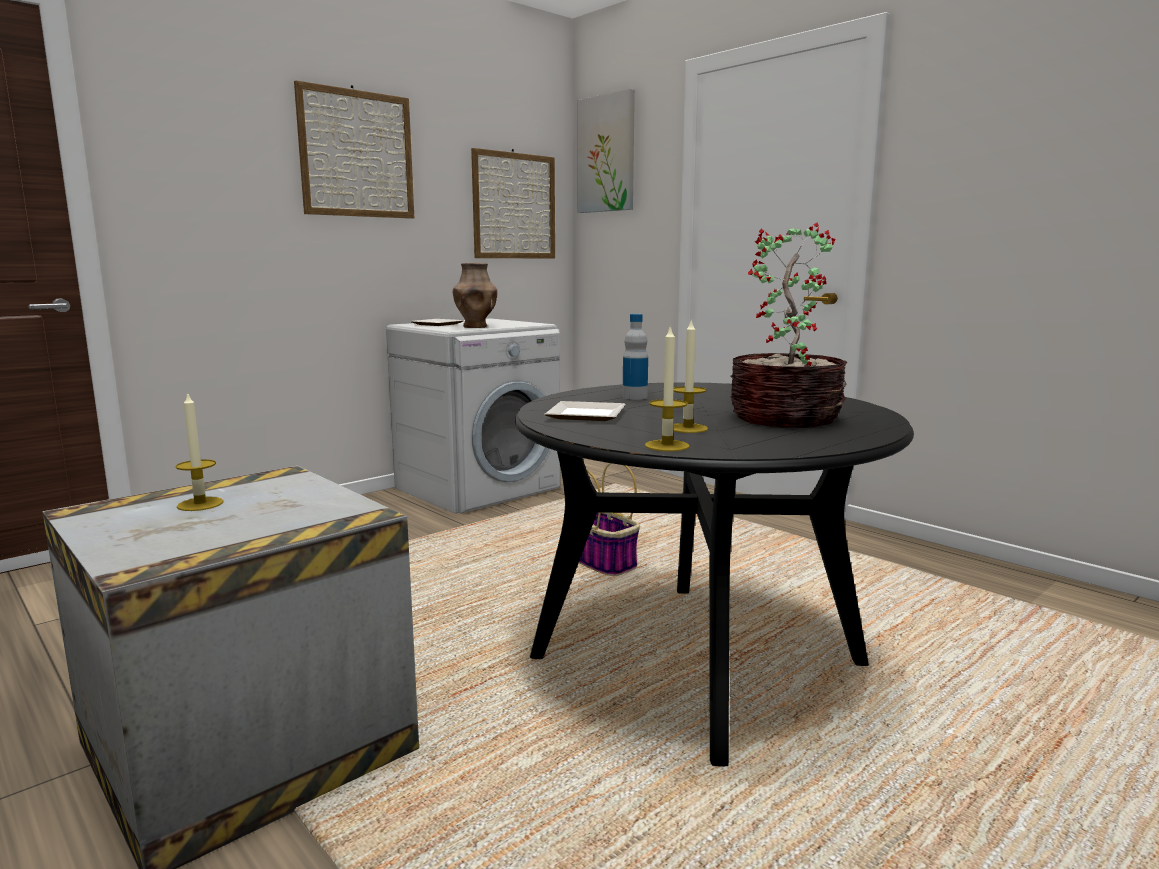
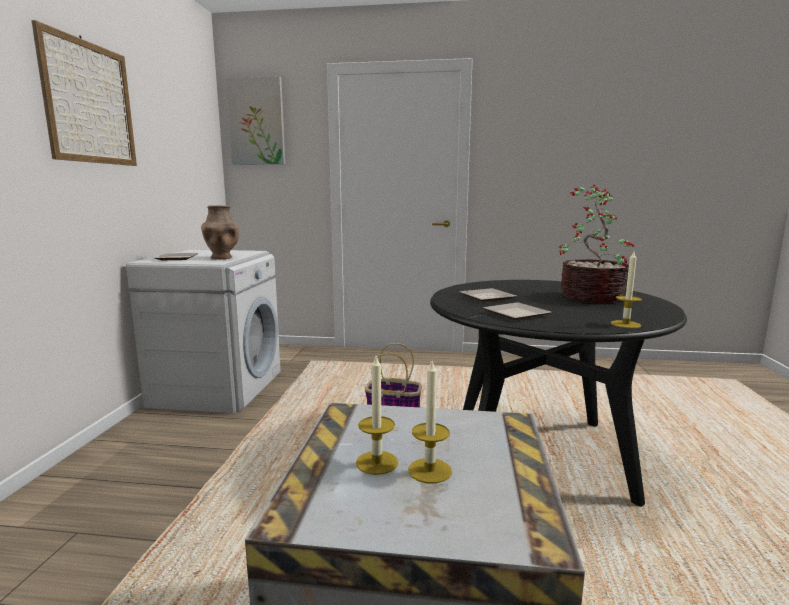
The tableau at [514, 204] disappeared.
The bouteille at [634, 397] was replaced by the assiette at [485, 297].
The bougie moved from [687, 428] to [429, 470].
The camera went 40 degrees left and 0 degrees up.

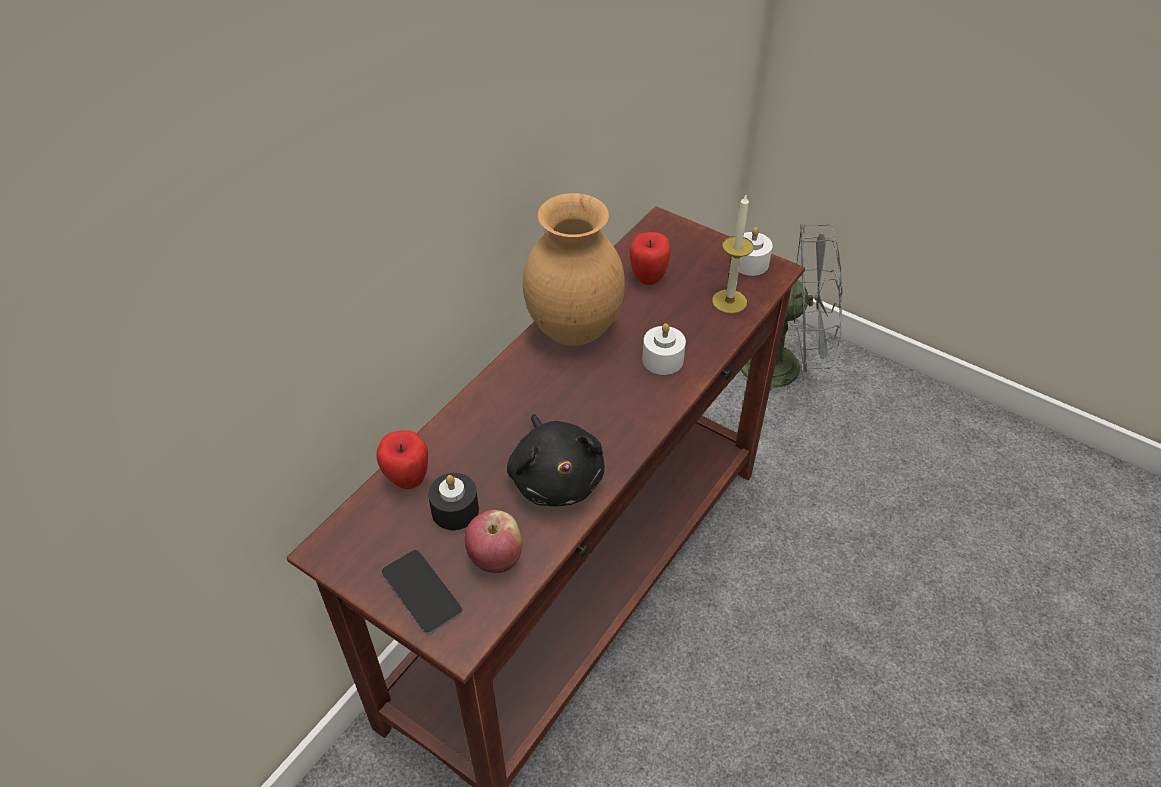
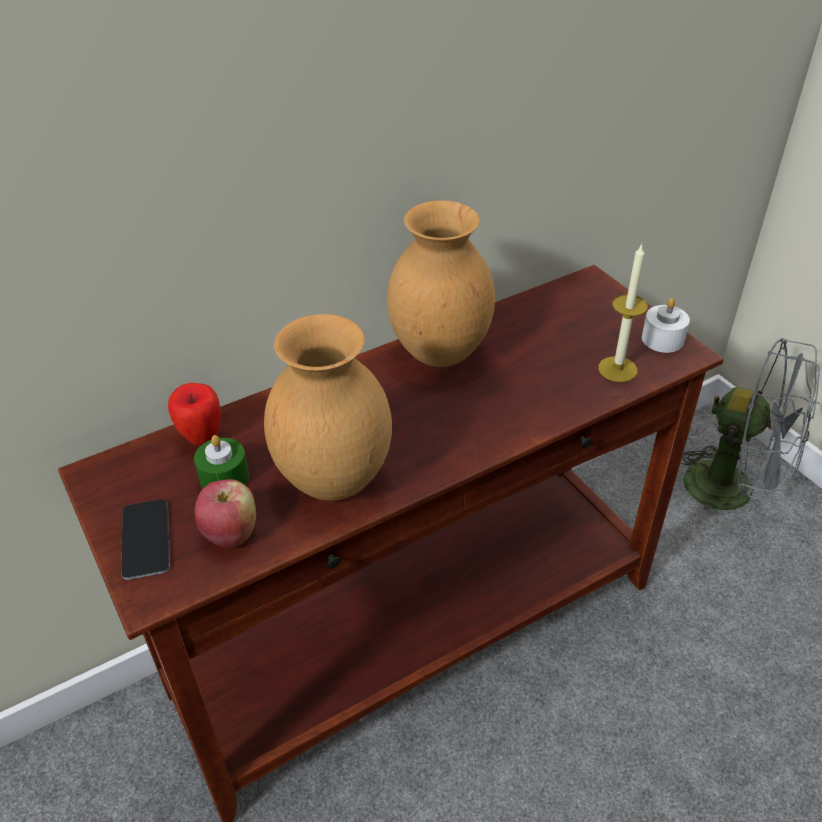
The bougie [noir] at [455, 510] became the bougie [vert] at [224, 477].
The peluche [noir] at [556, 478] was replaced by the vase [marron] at [336, 479].
The pomme at [648, 278] disappeared.
The bougie [blanc] at [662, 359] disappeared.
The camera went 25 degrees right and 5 degrees down.

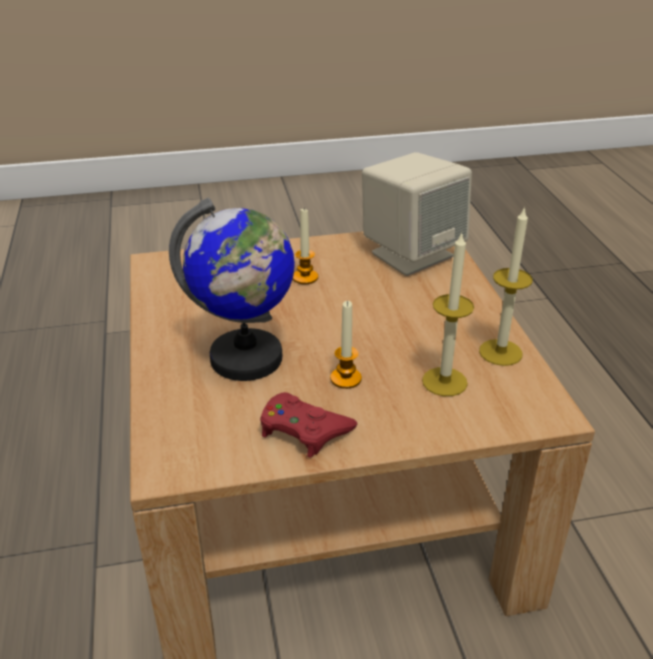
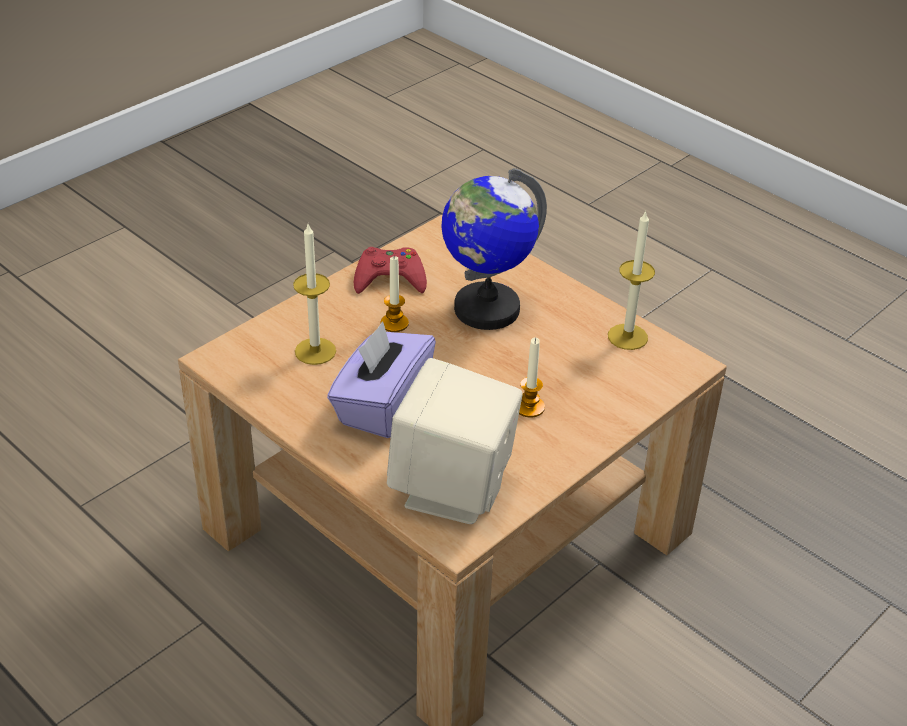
The bougie moved from [500, 352] to [627, 337].
The boîte à mouchoirs [violet] at [382, 405] appeared.
The camera went 145 degrees right and 5 degrees up.

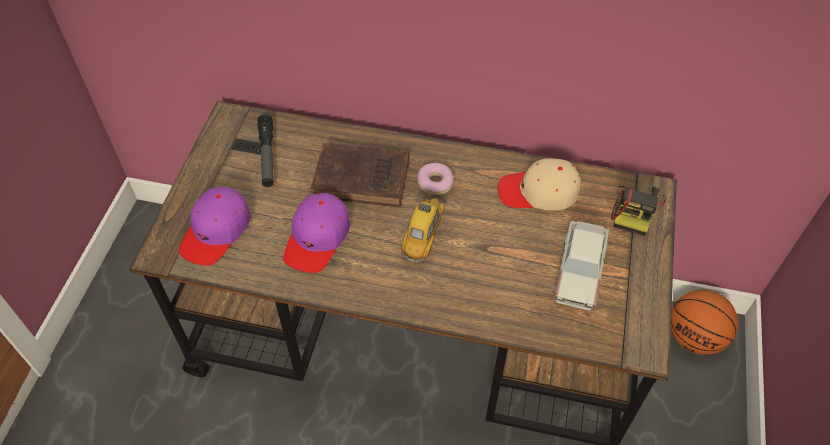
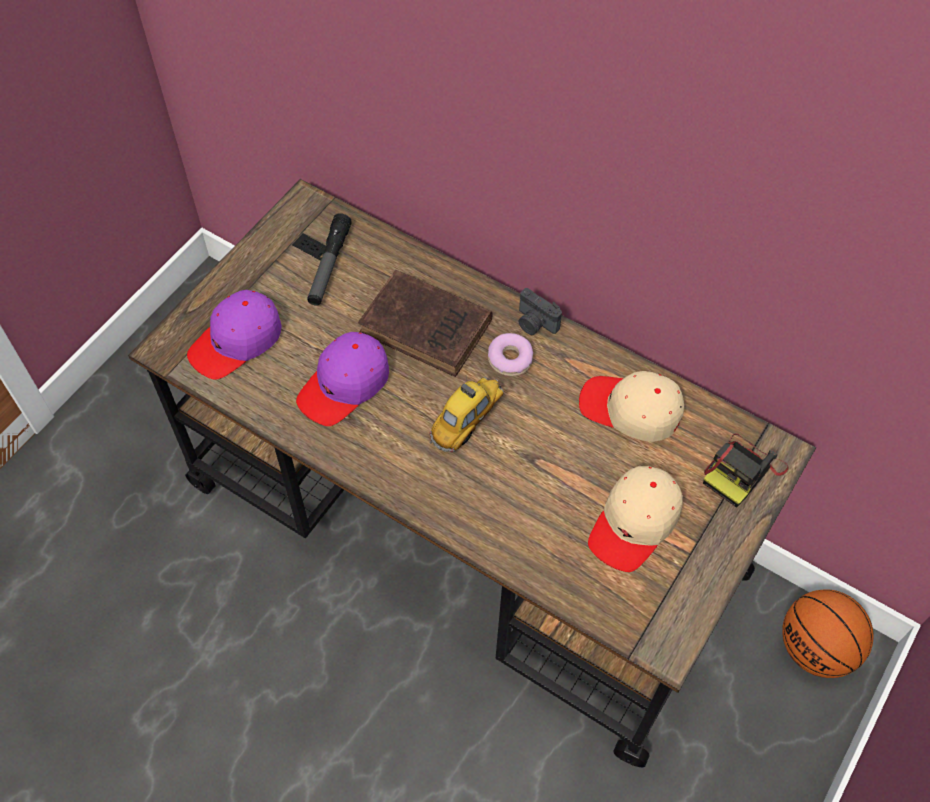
The petite voiture at [579, 270] was replaced by the casquette [beige] at [635, 523].
The appareil photo at [534, 323] appeared.
The camera went 20 degrees right and 5 degrees up.

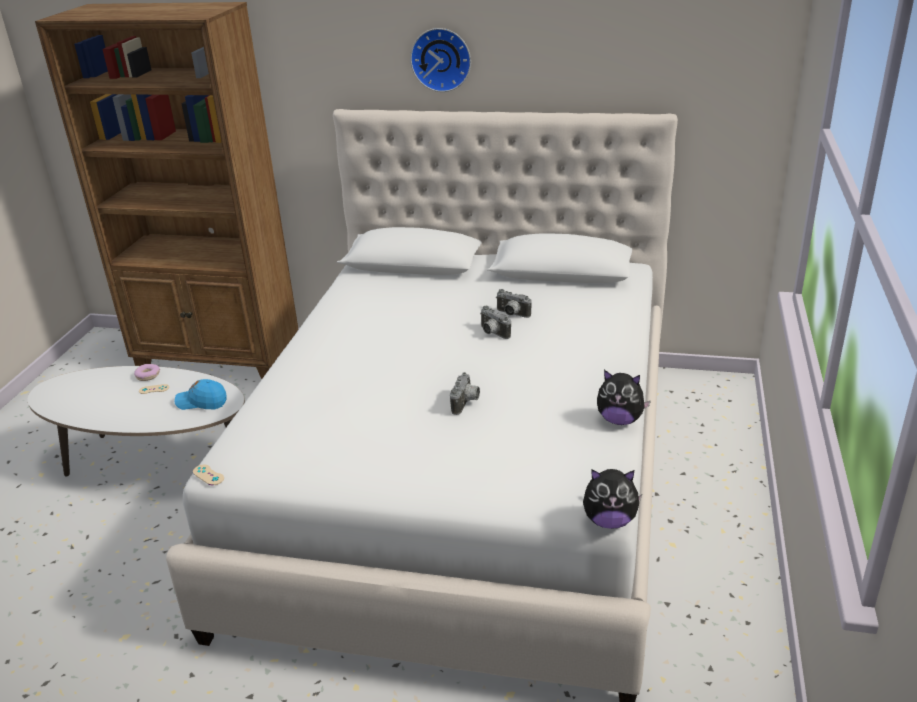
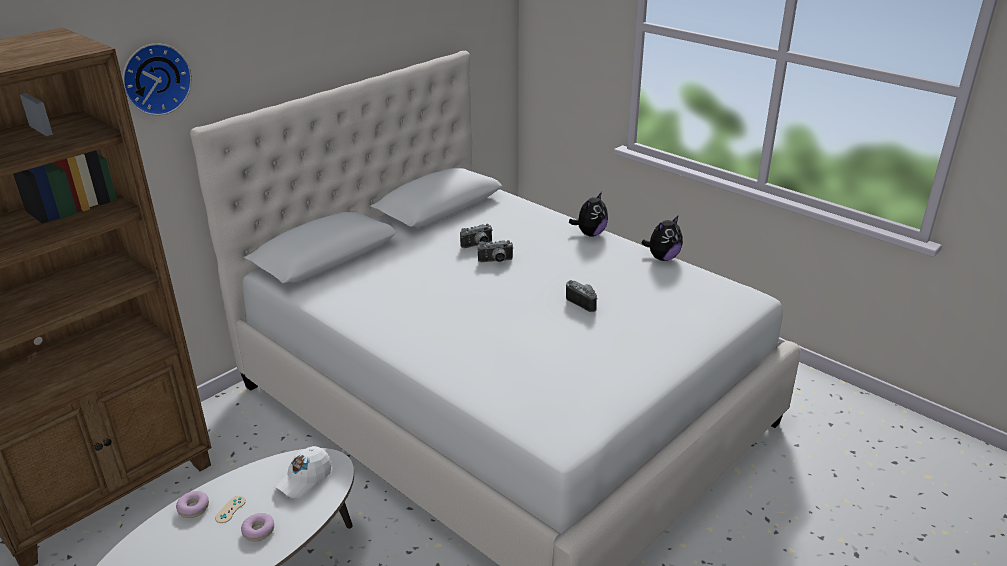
The casquette [bleu] at [202, 402] became the casquette [blanc] at [304, 479].
The manette [beige] at [208, 475] disappeared.
The horloge murale moved from [441, 59] to [155, 78].
The peluche moved from [609, 521] to [590, 234].
The beignet at [258, 531] appeared.
The camera went 60 degrees left and 0 degrees up.

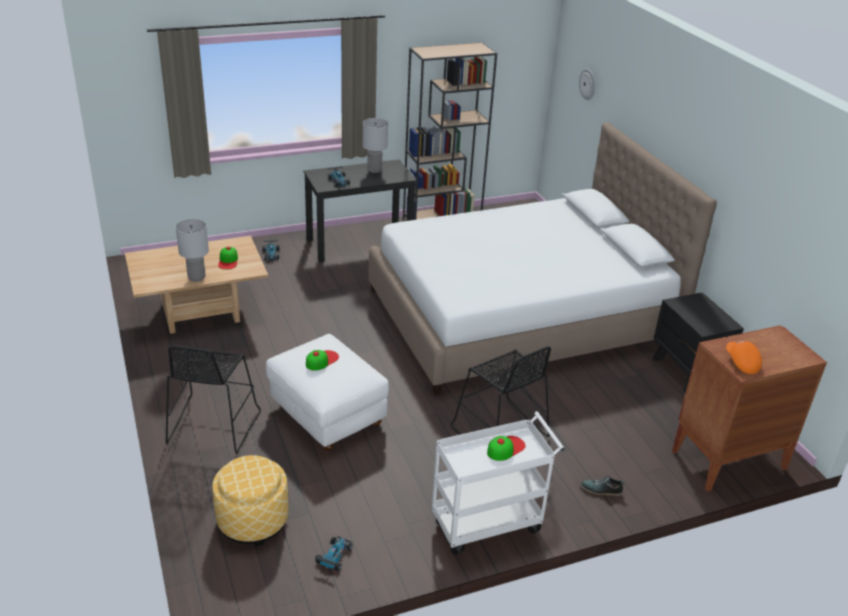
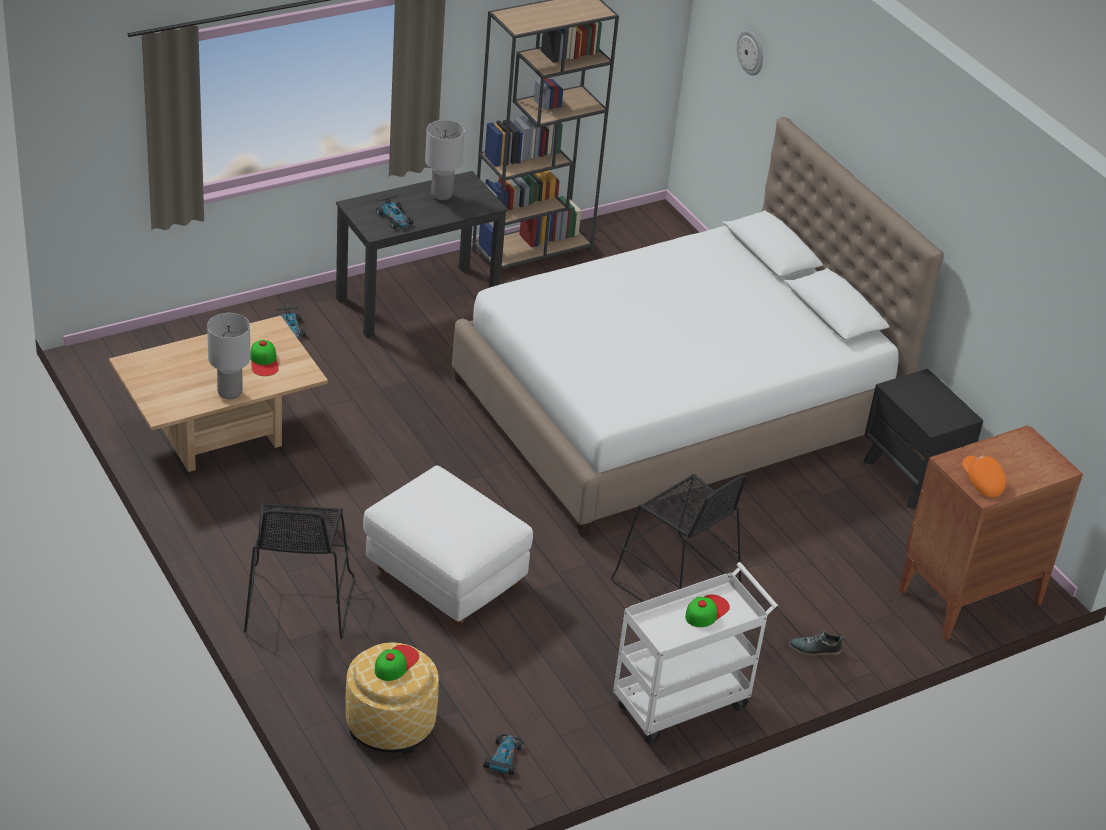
The casquette moved from [322, 360] to [396, 663].
The camera went 10 degrees left and 5 degrees up.

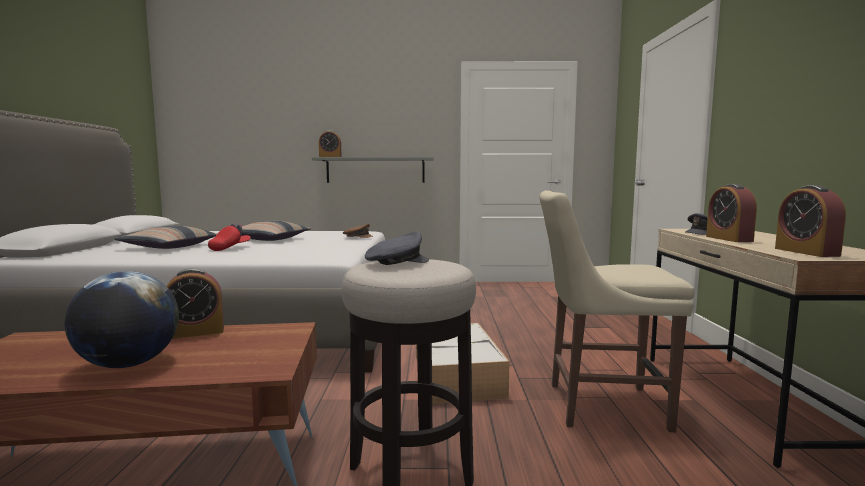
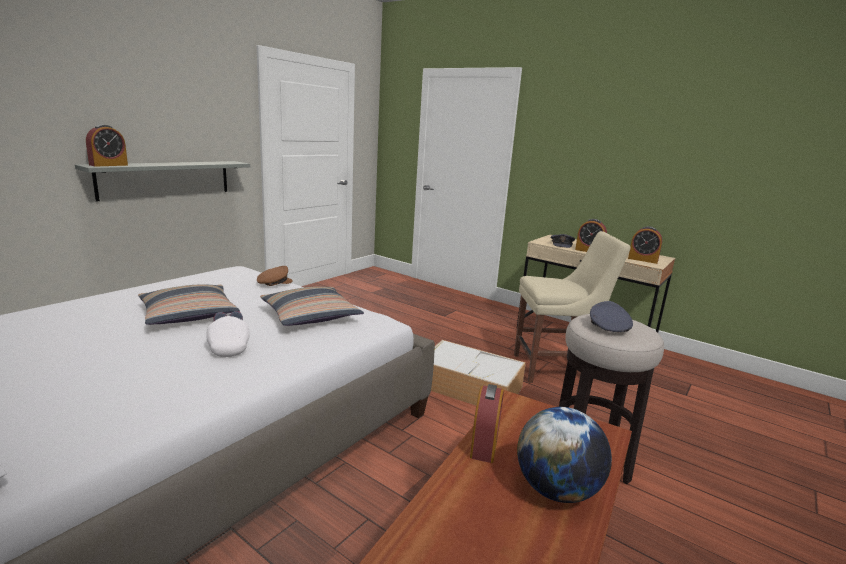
The coussin moved from [170, 247] to [310, 316].
The casquette [rouge] at [230, 248] became the casquette [blanc] at [229, 346].
The chaise [beige] at [599, 405] turned 135 degrees counterclockwise.
The camera went 55 degrees left and 10 degrees up.

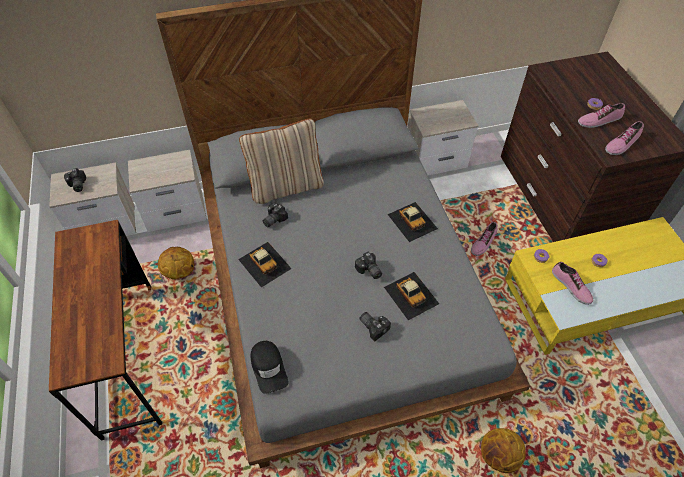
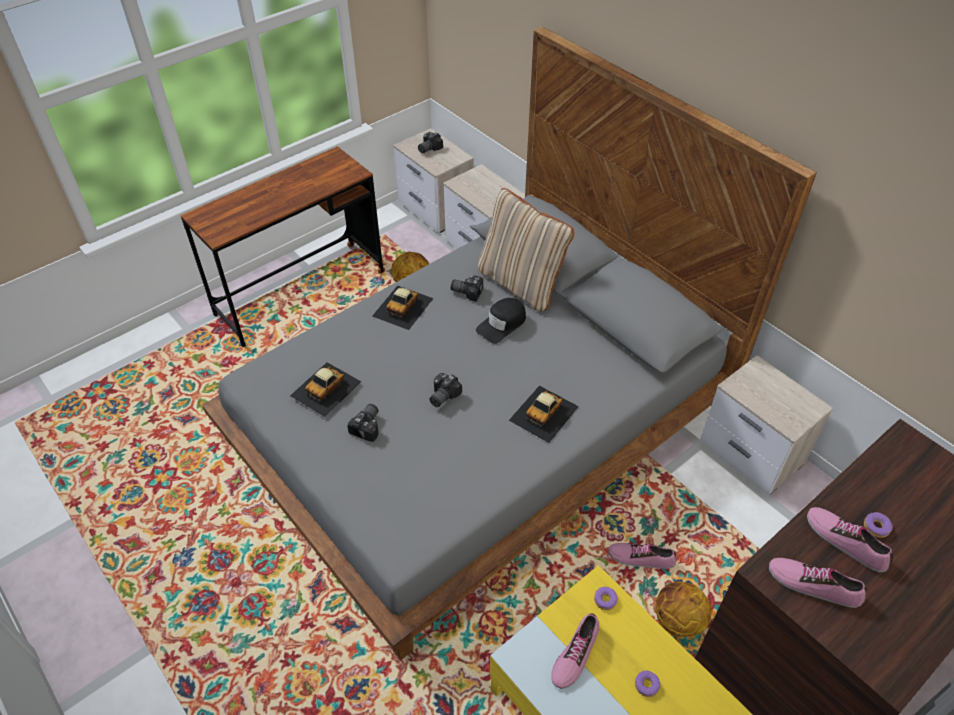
The casquette [noir] moved from [268, 368] to [502, 324].
The petite voiture moved from [411, 295] to [326, 388].
The ballon de basket moved from [498, 456] to [677, 621].
The camera went 65 degrees right and 5 degrees down.

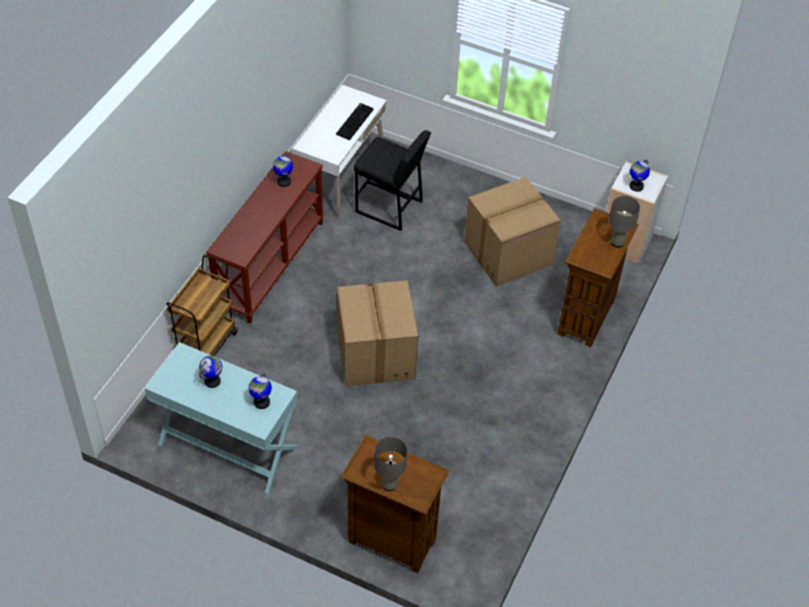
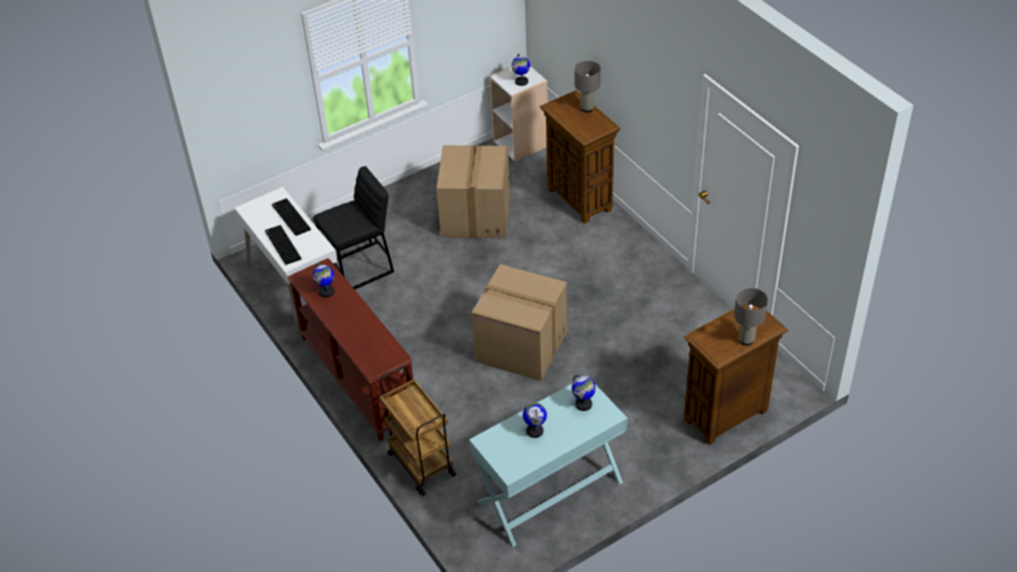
The clavier at [282, 245] appeared.
The camera went 55 degrees left and 5 degrees down.

